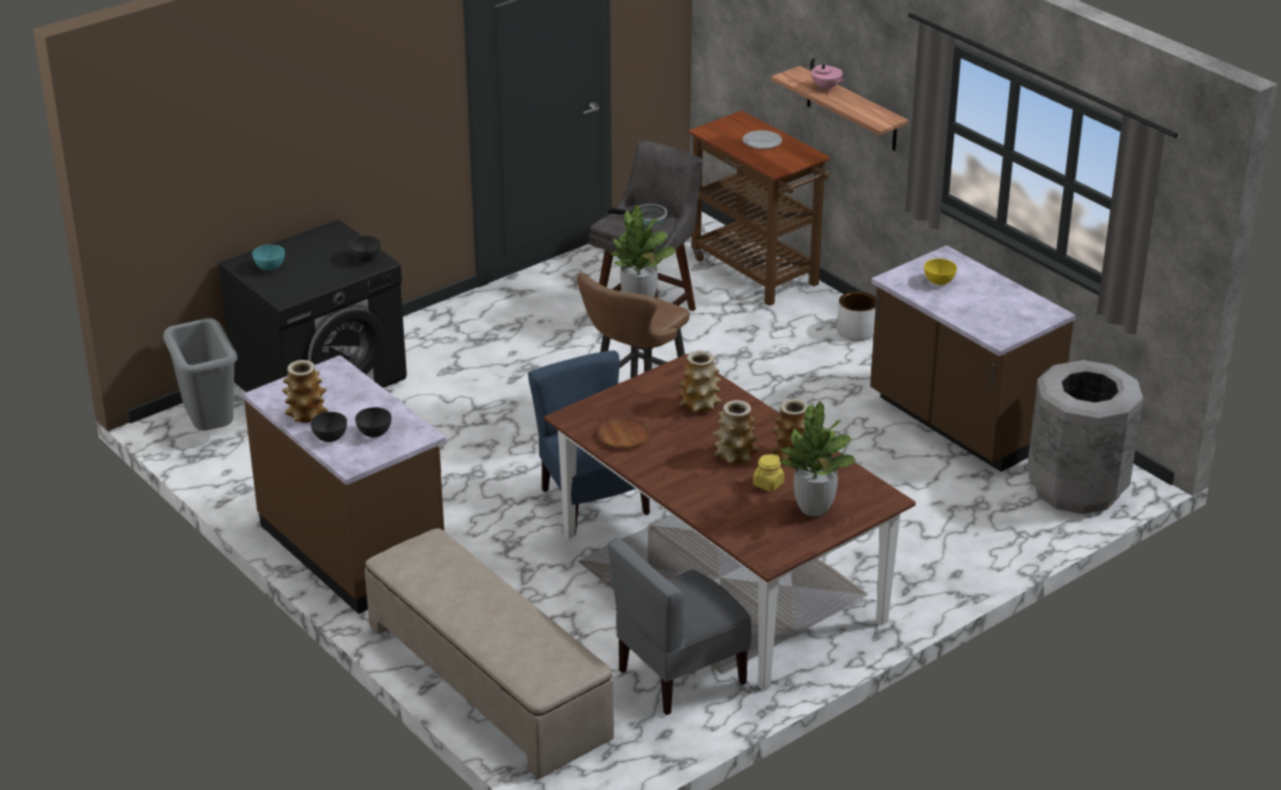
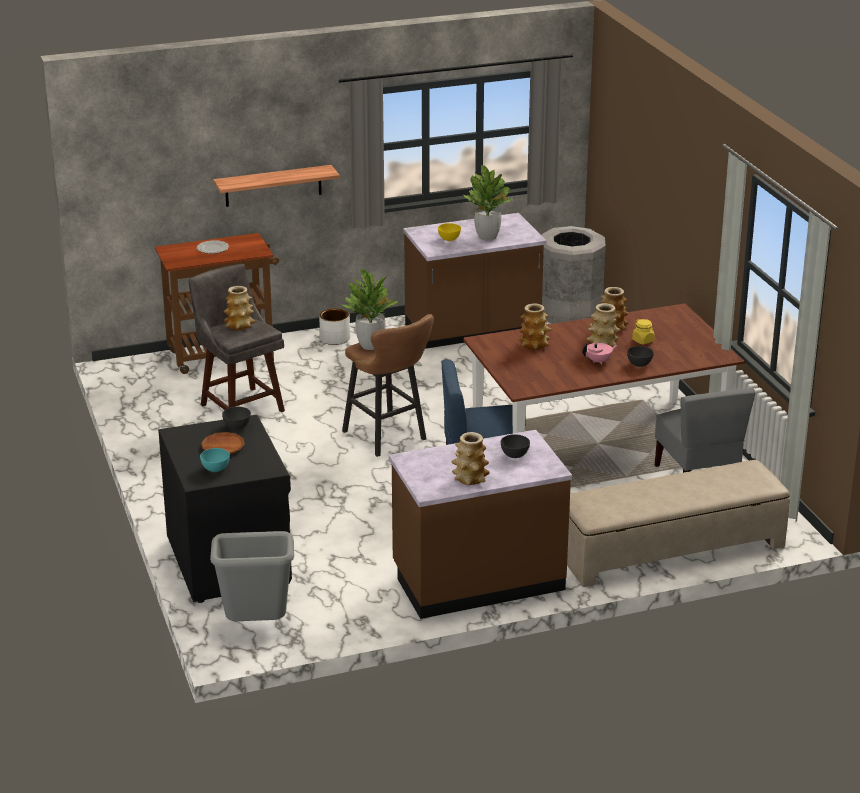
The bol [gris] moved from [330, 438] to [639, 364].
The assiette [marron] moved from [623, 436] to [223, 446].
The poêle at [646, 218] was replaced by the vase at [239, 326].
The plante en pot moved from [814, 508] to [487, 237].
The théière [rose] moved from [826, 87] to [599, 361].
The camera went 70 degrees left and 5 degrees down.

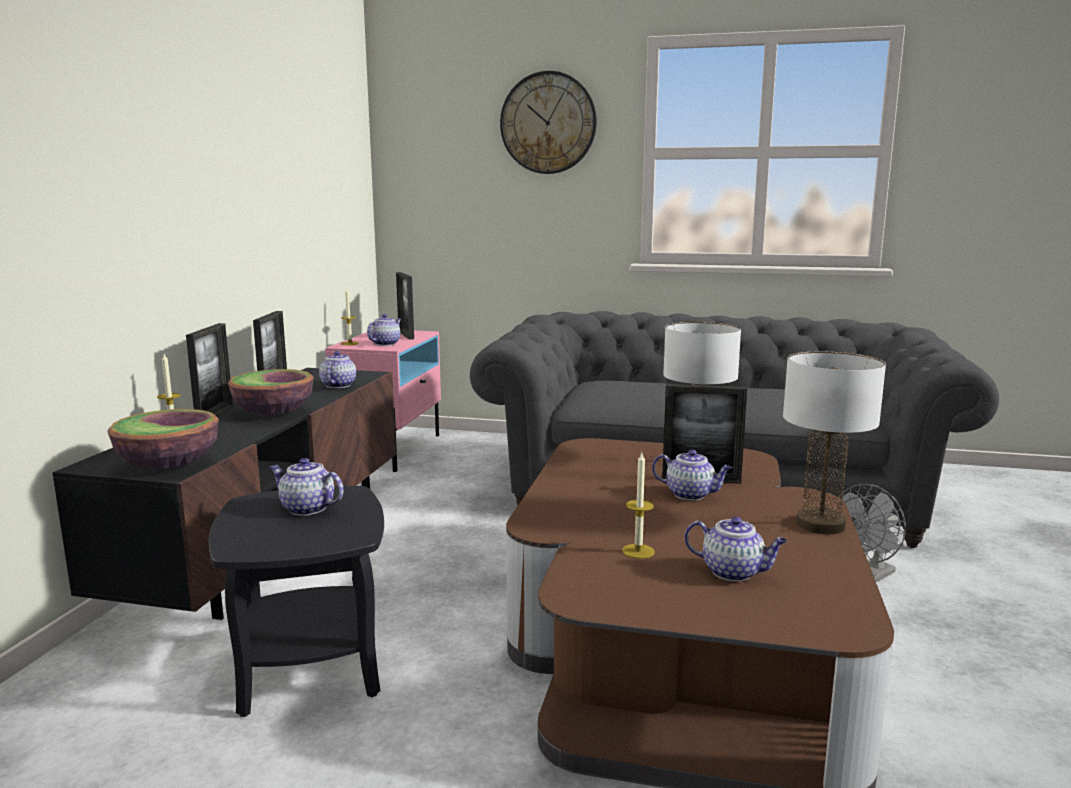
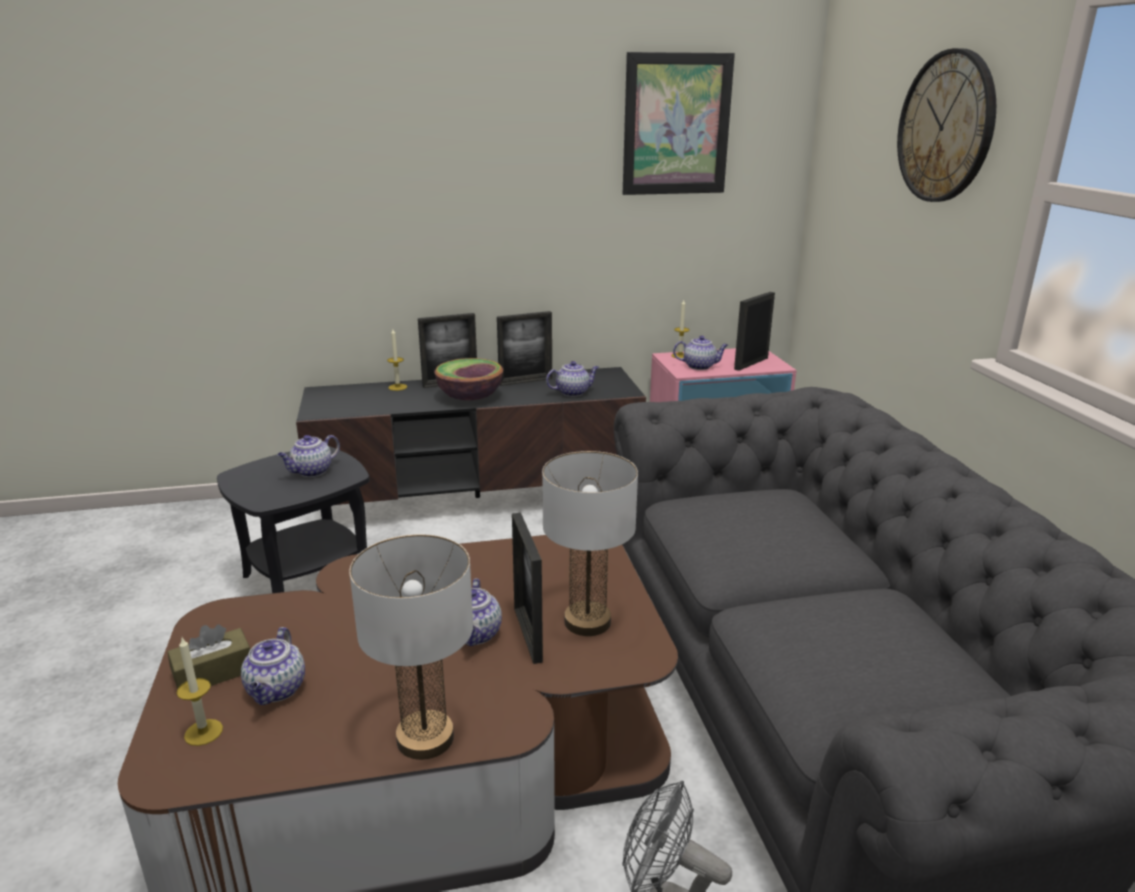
The bol at [169, 465] disappeared.
The théière at [306, 508] turned 135 degrees counterclockwise.
The bougie moved from [638, 551] to [203, 732].
The boîte à mouchoirs [marron] at [213, 673] appeared.
The tableau at [676, 125] appeared.
The camera went 65 degrees right and 10 degrees up.

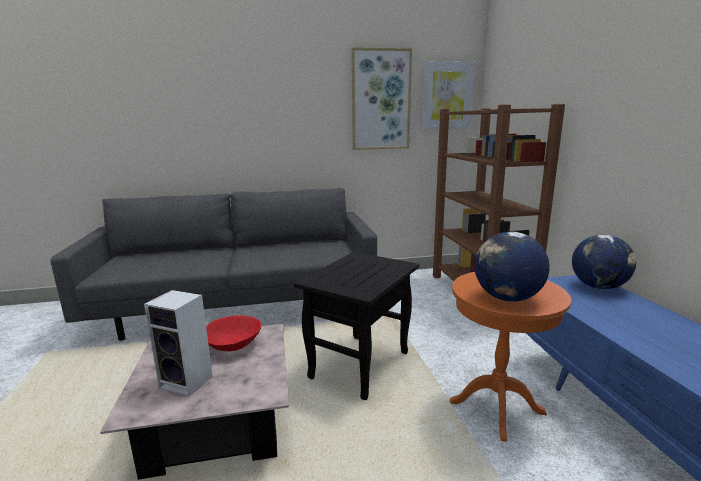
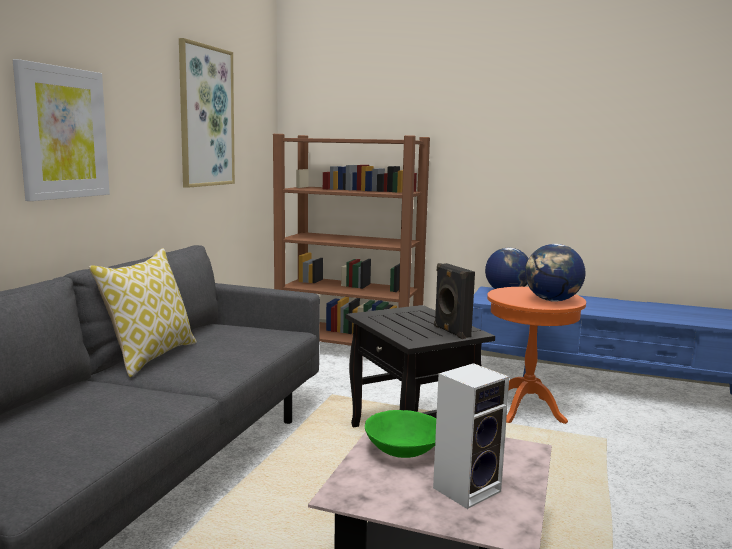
The bol [rouge] at [233, 345] became the bol [vert] at [403, 450].
The tableau moved from [447, 96] to [63, 133].
The coussin at [151, 356] appeared.
The enceinte [noir] at [450, 332] appeared.
The camera went 60 degrees left and 5 degrees down.

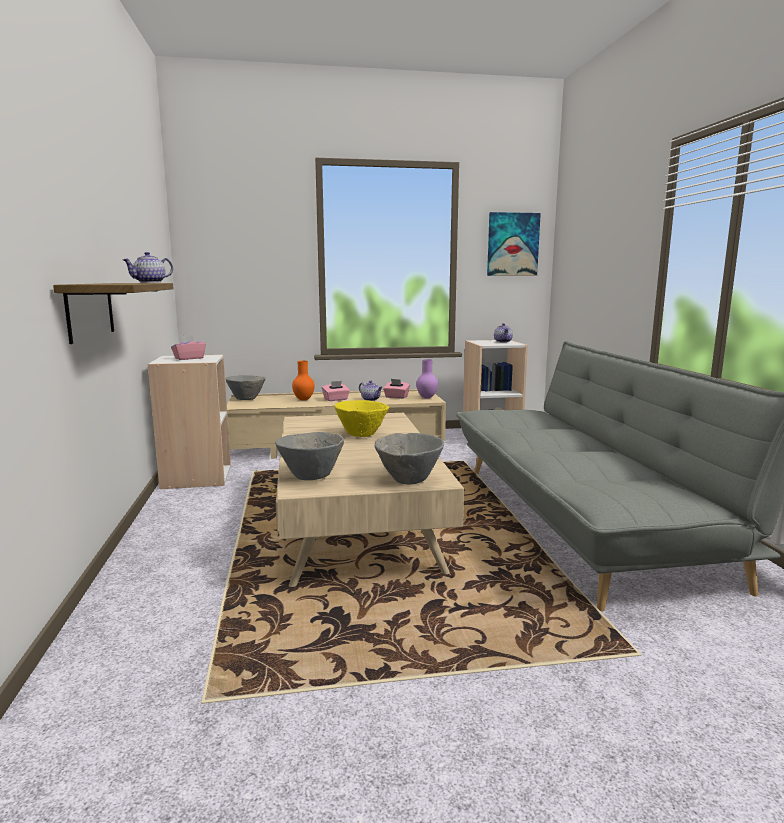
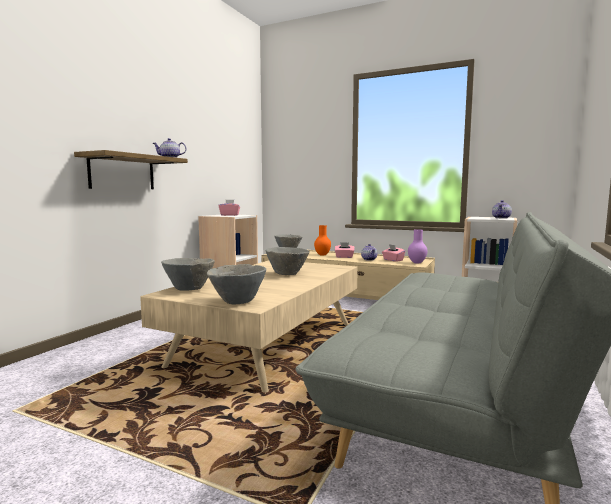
The bol [jaune] at [362, 435] became the bol [gris] at [287, 274].
The tableau at [512, 244] disappeared.
The camera went 35 degrees right and 5 degrees down.

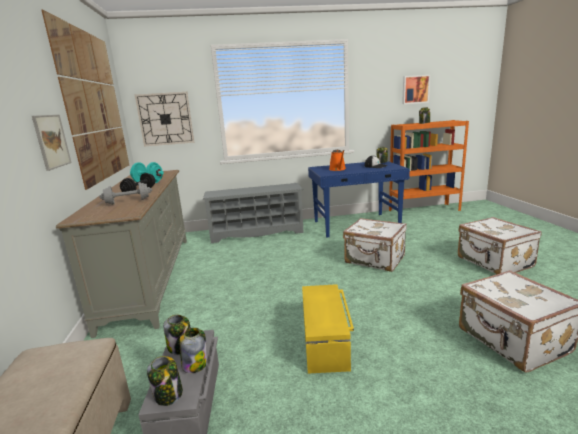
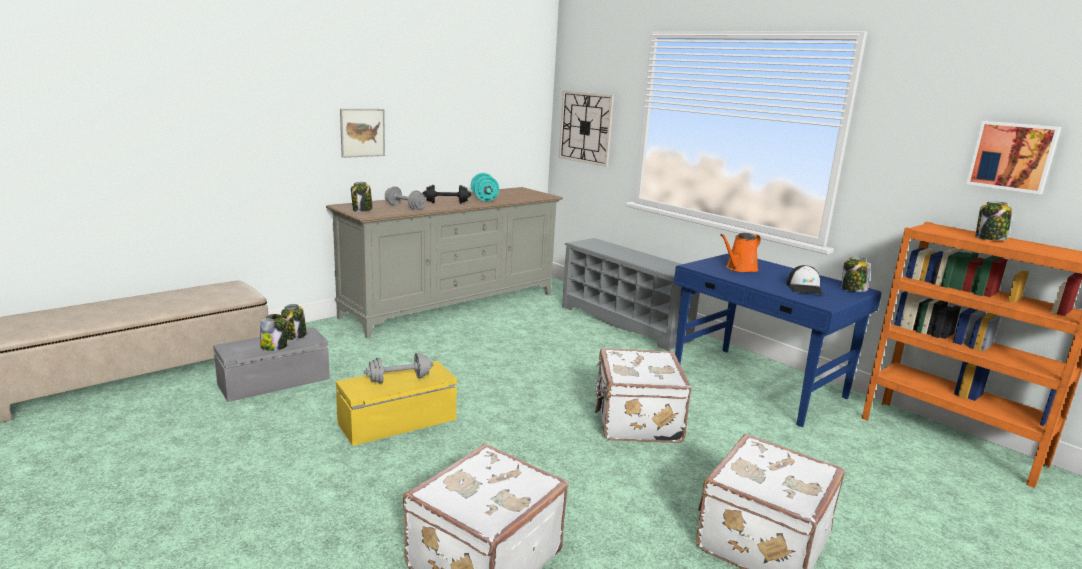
The tableau at [94, 106] disappeared.
The bocal moved from [168, 394] to [362, 210].
The haltère [gris] at [399, 379] appeared.
The camera went 55 degrees right and 0 degrees up.

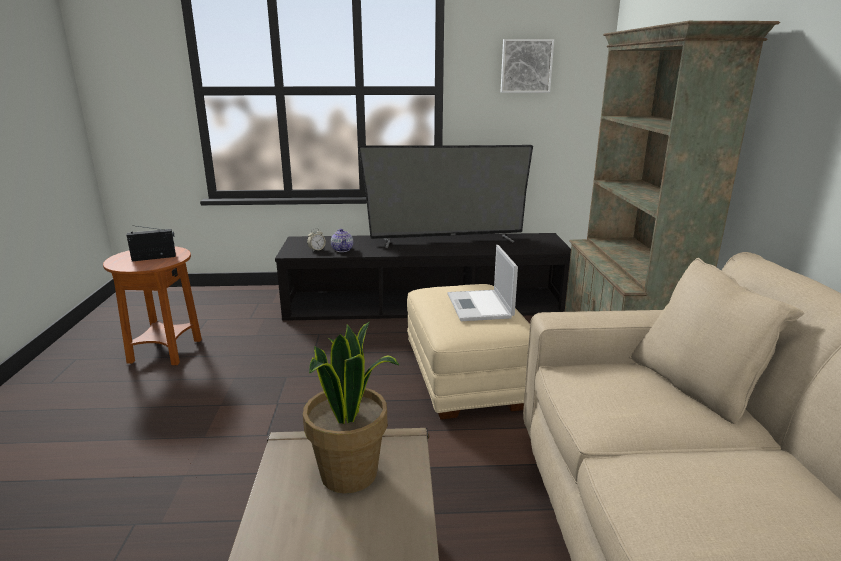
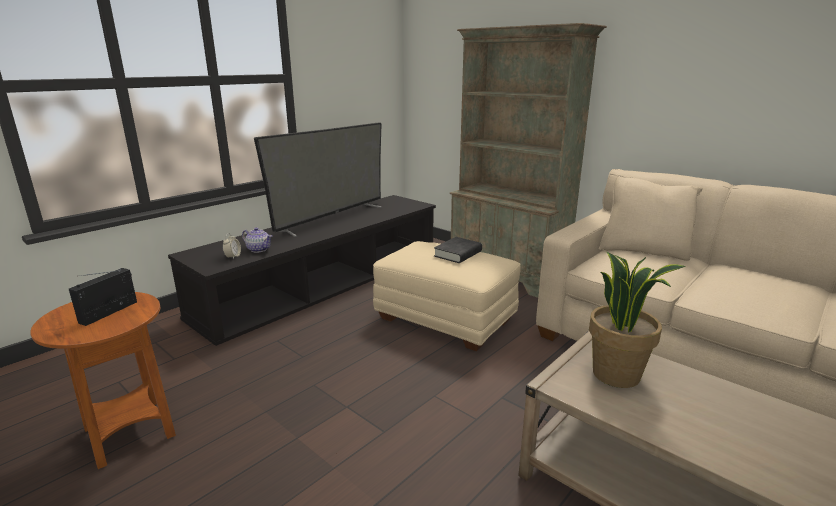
The ordinateur portable at [480, 306] was replaced by the livre [noir] at [458, 254].
The tableau at [526, 66] disappeared.
The camera went 45 degrees left and 0 degrees up.

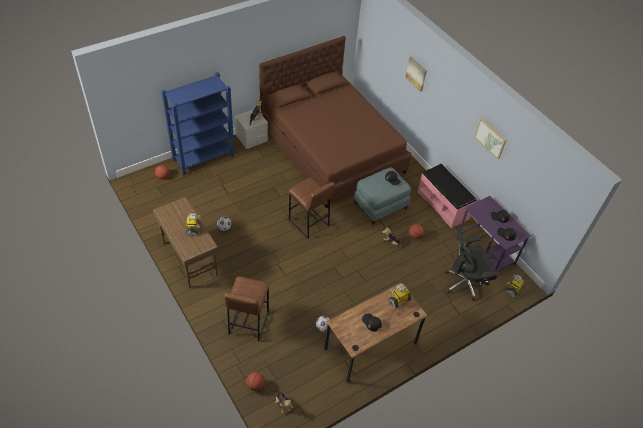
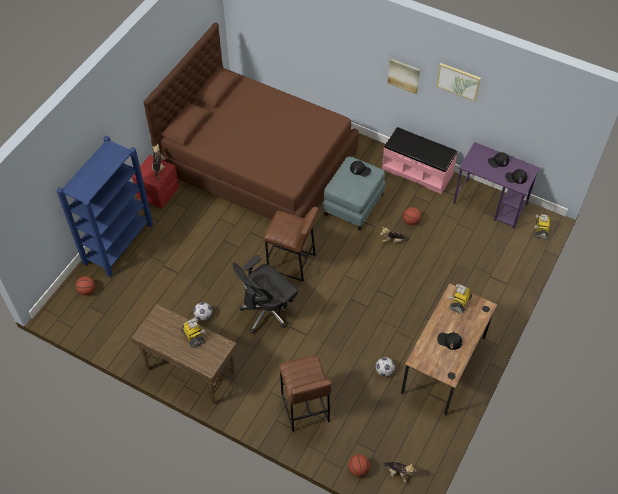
The table de chevet [blanc] at [251, 138] became the table de chevet [rouge] at [157, 193].
The tableau moved from [416, 73] to [404, 75].
The chaise de bureau moved from [465, 283] to [267, 311].
The camera went 25 degrees left and 5 degrees up.

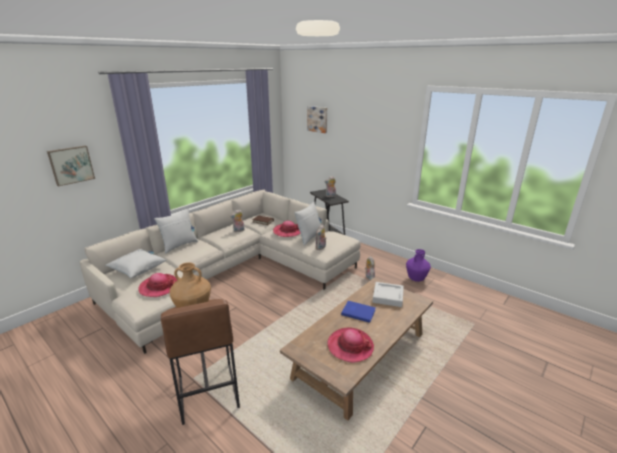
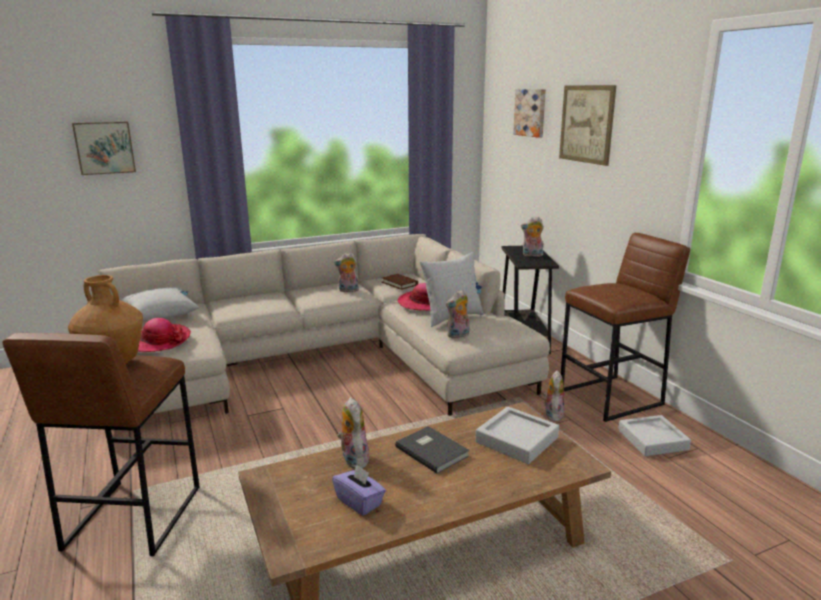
The coussin [gris] at [179, 246] disappeared.
The chapeau at [350, 346] was replaced by the boîte à mouchoirs [violet] at [359, 502].
The livre [bleu] at [358, 312] became the livre [gris] at [432, 450].
The vase [violet] at [416, 279] was replaced by the plateau [gris] at [652, 440].
The peluche at [353, 459] appeared.
The tableau at [586, 124] appeared.
The tabouret [marron] at [612, 397] appeared.
The camera went 25 degrees right and 5 degrees down.

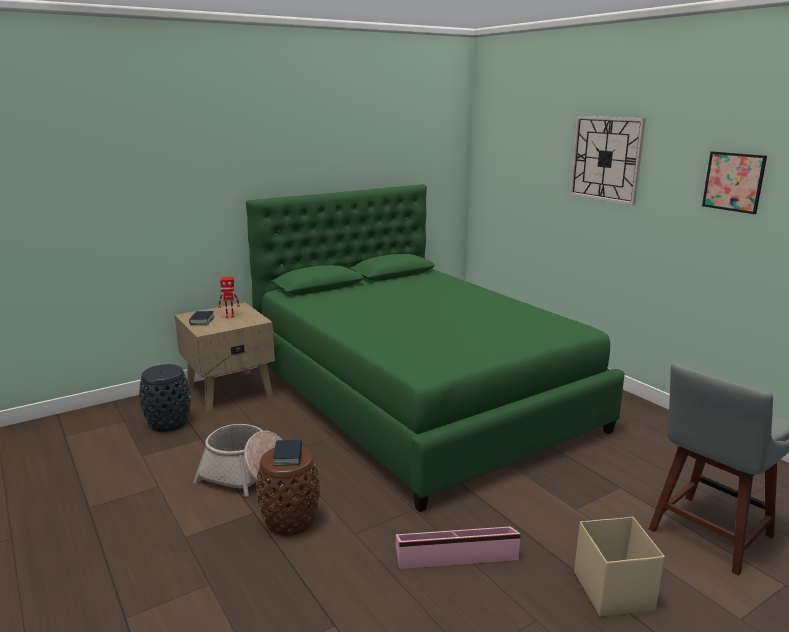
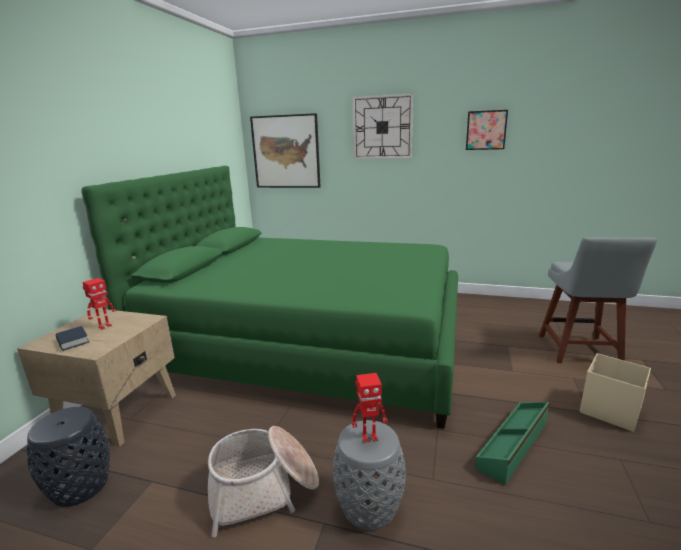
The tabouret [marron] at [290, 521] became the tabouret [gris] at [369, 507].
The livre at [288, 456] was replaced by the robot jouet at [369, 437].
The boîte de rangement [rose] at [456, 554] became the boîte de rangement [vert] at [514, 445].
The tableau at [286, 152] appeared.
The camera went 40 degrees left and 0 degrees up.

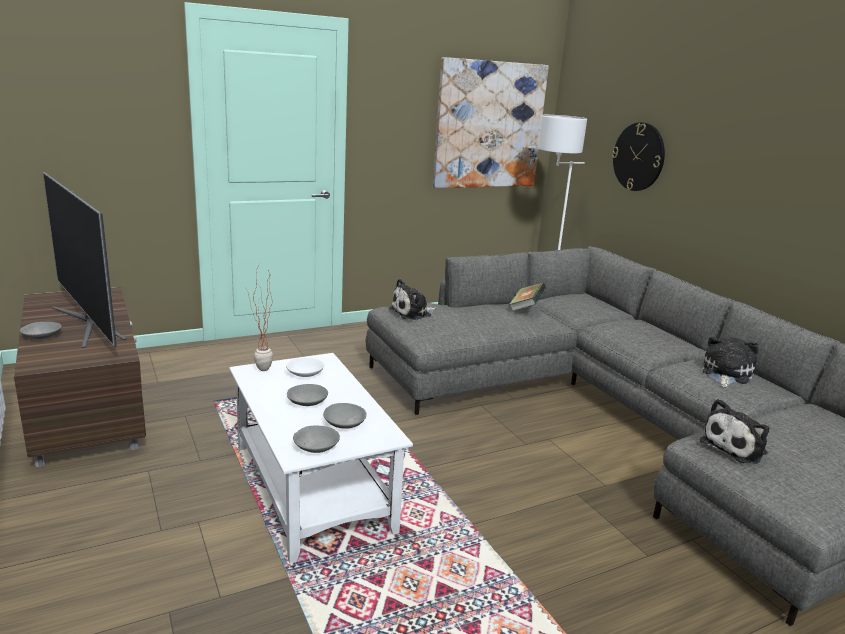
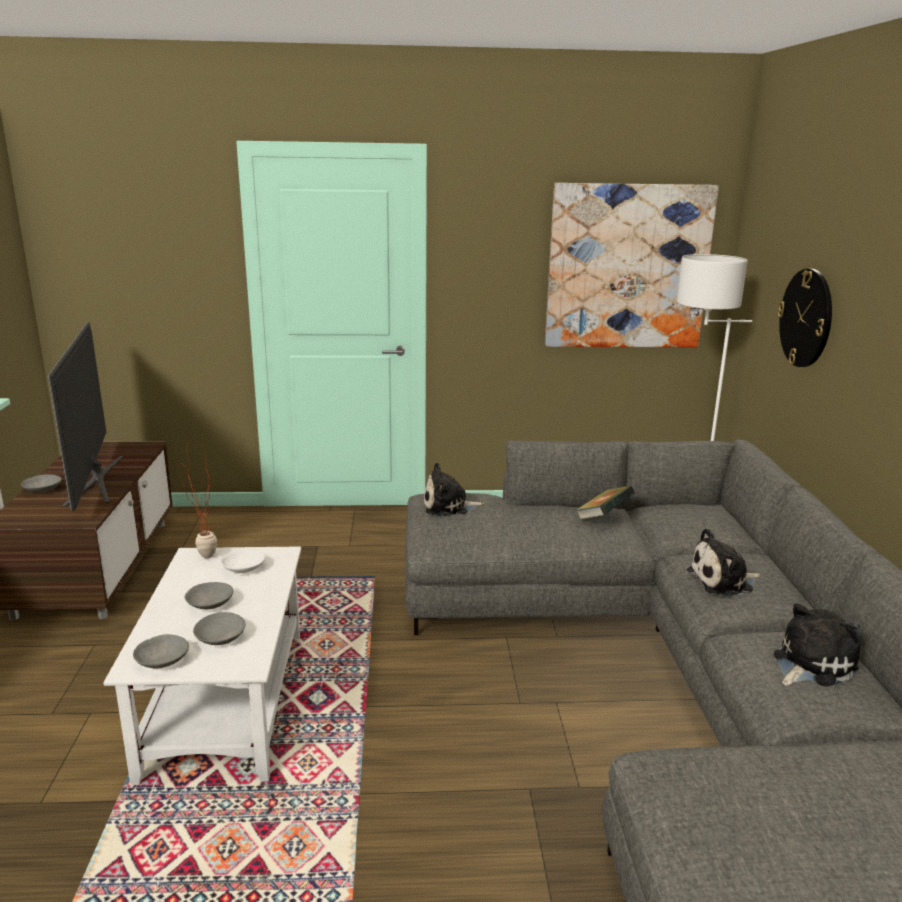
The peluche moved from [736, 447] to [723, 581].
The camera went 25 degrees right and 0 degrees up.

